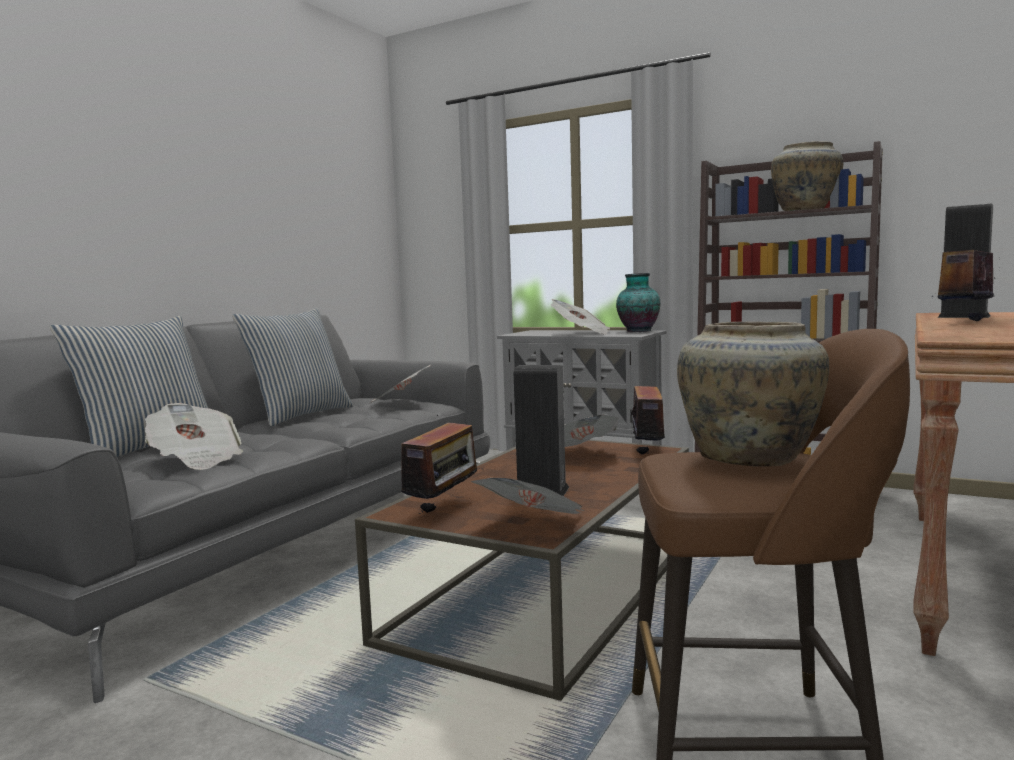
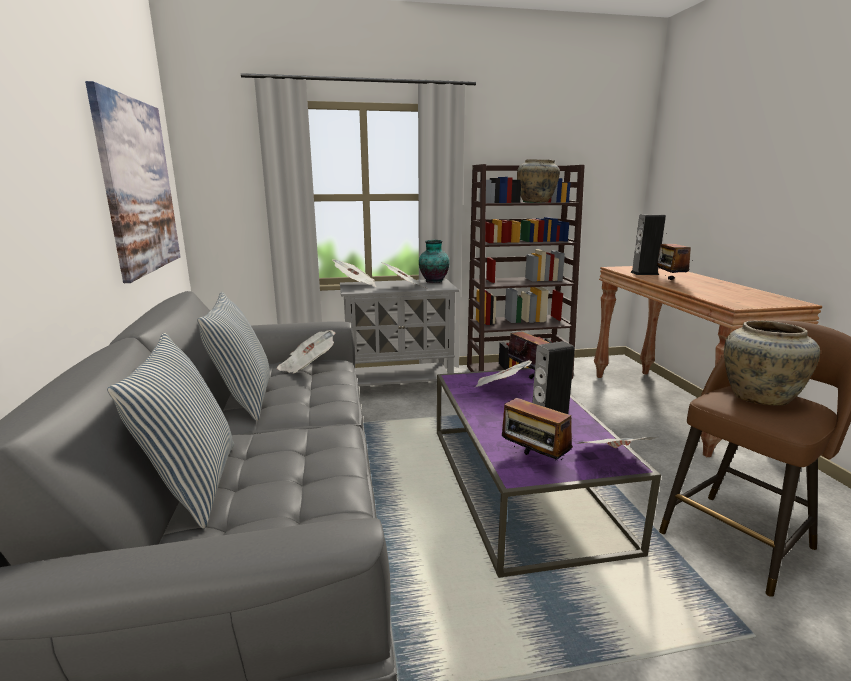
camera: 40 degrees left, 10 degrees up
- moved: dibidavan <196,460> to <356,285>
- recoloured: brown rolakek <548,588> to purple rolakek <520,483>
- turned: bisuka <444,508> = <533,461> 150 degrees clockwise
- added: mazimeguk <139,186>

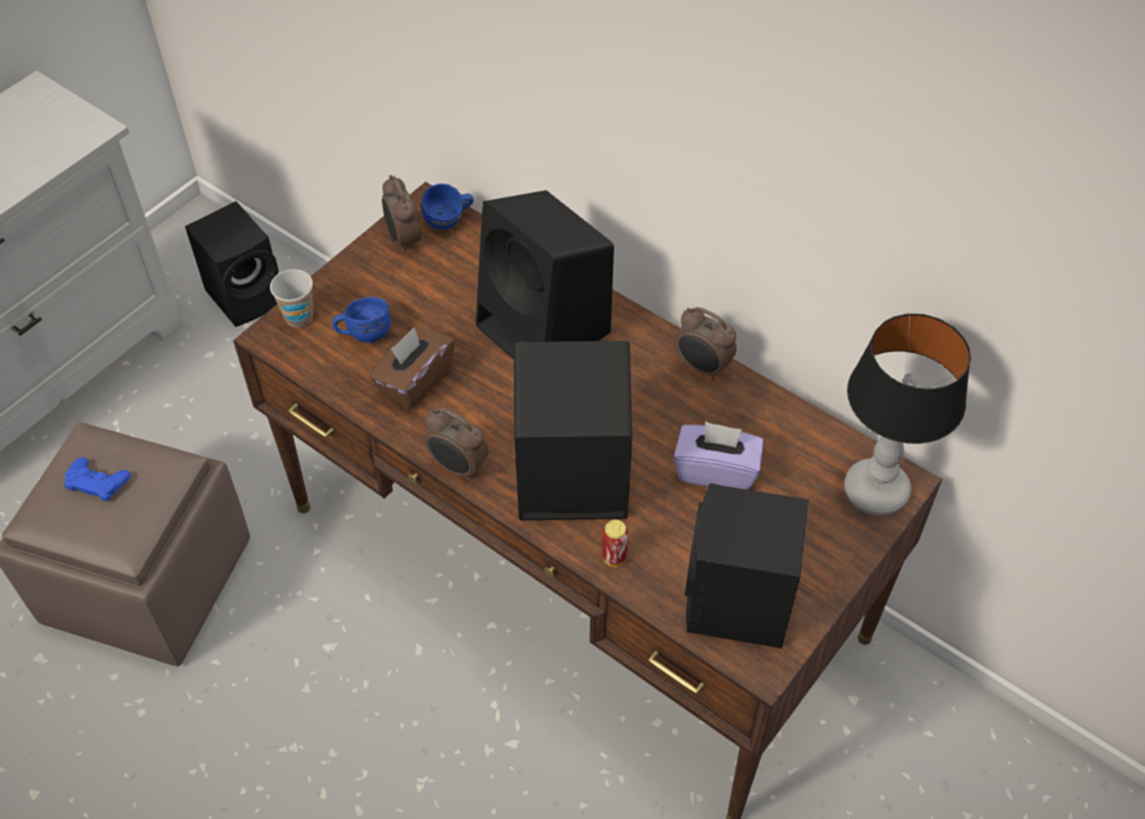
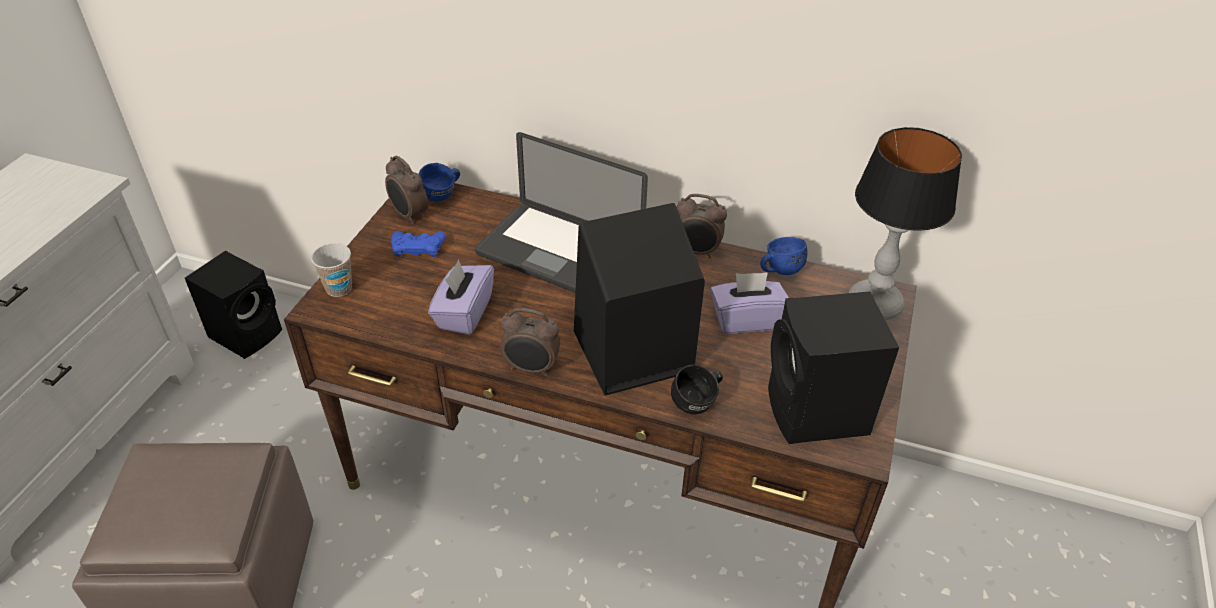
camera: 20 degrees left, 10 degrees down
- moved: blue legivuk <97,482> to <418,247>
- moved: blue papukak <364,332> to <778,269>
- recoloured: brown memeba <414,381> to purple memeba <464,313>
- replaced: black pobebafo <546,330> to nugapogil <559,253>
- replaced: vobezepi <614,557> to black papukak <698,403>

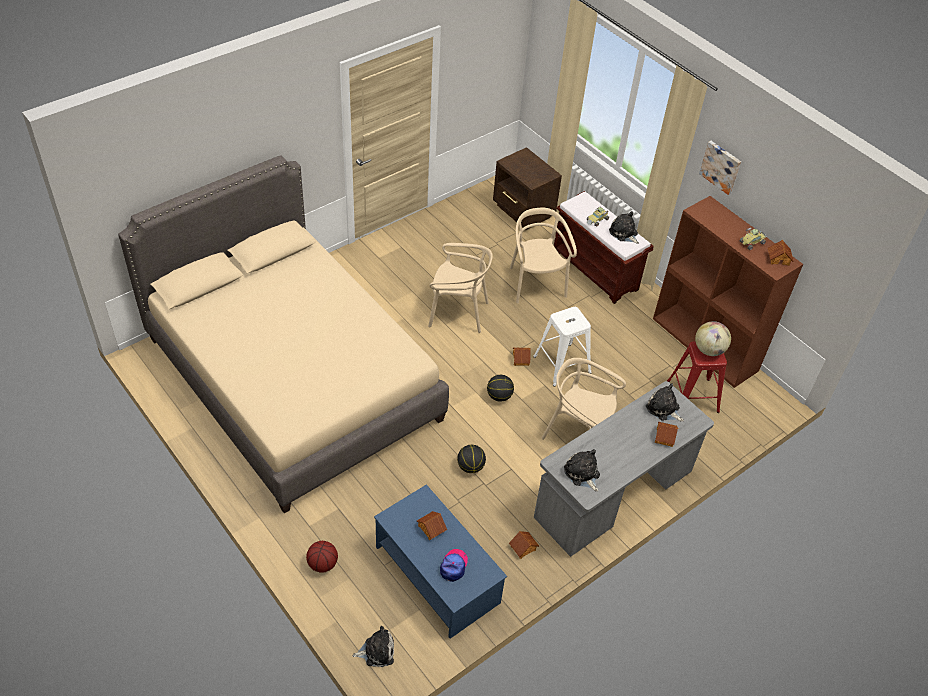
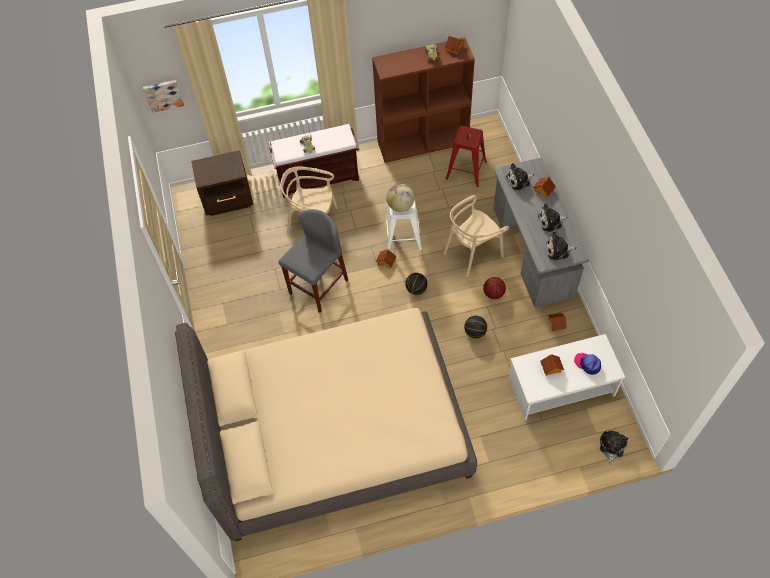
camera: 60 degrees left, 10 degrees up
- moved: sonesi <323,564> to <493,293>
- recoloured: blue rolakek <437,575> to white rolakek <561,386>
- replaced: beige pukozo <458,312> to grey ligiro <318,287>
- moved: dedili <624,233> to <551,221>
- moved: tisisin <709,350> to <400,206>
- moved: mazimeguk <721,166> to <163,95>

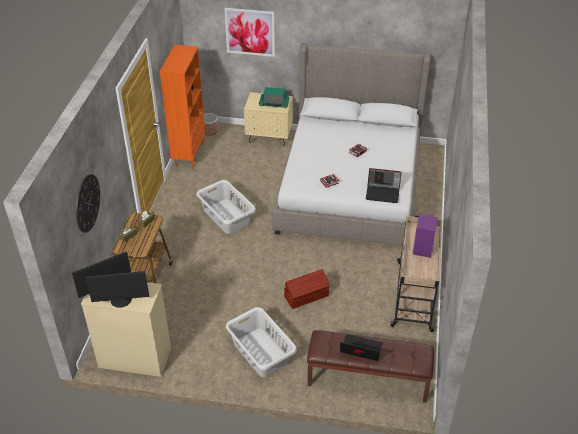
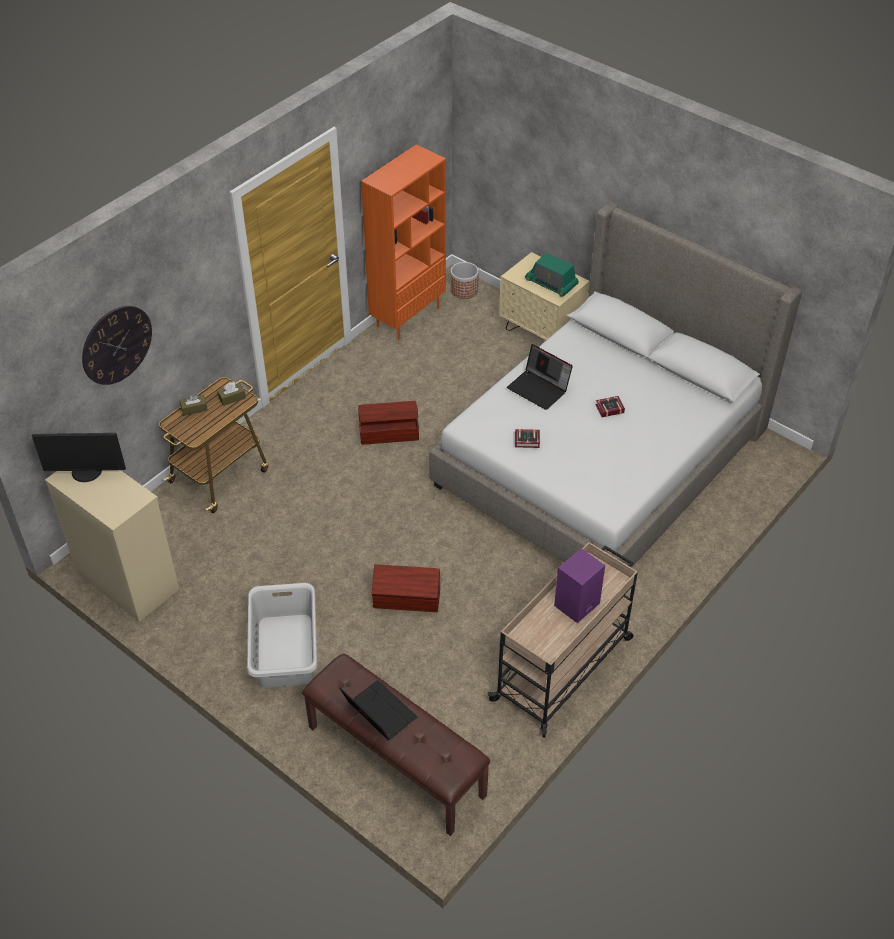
camera: 30 degrees right, 5 degrees up
- removed: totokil <121,300>
- replaced: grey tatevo <226,217> to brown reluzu <388,432>
- removed: mazimeguk <250,32>
- moved: nugapogil <383,193> to <539,389>

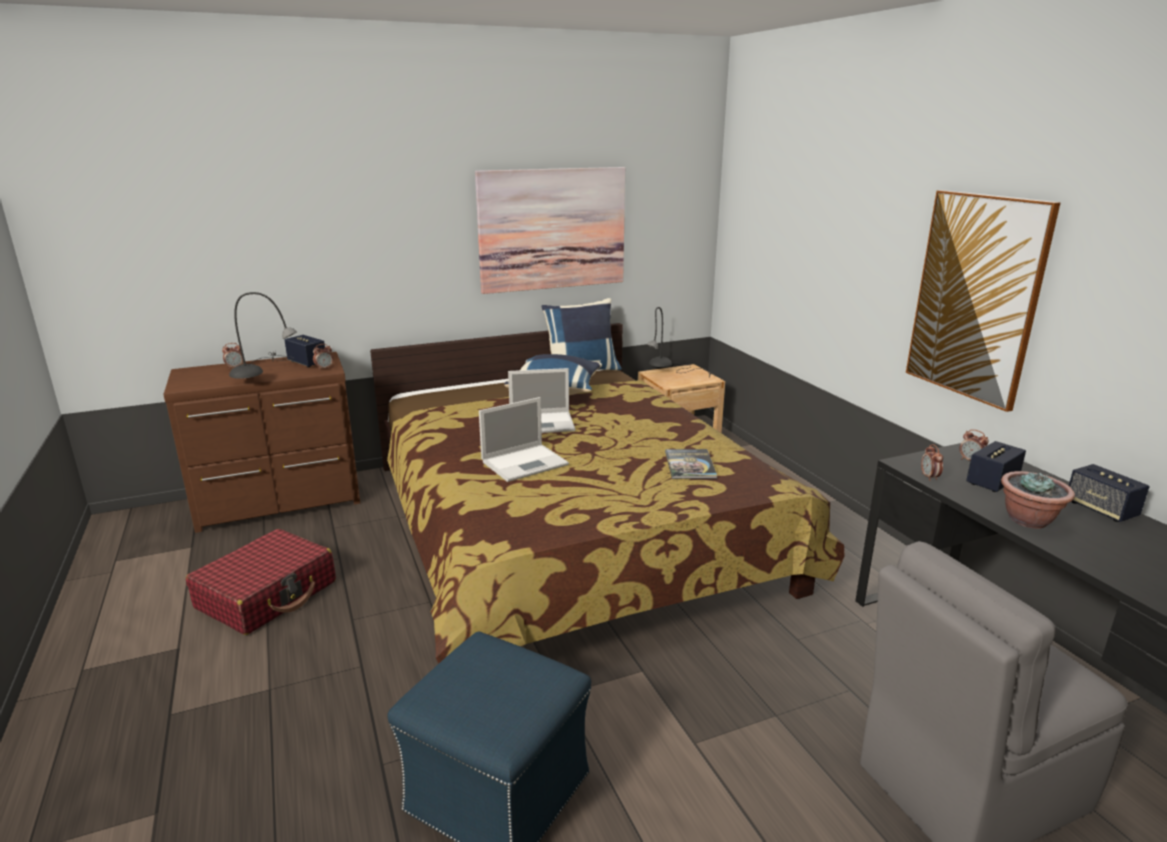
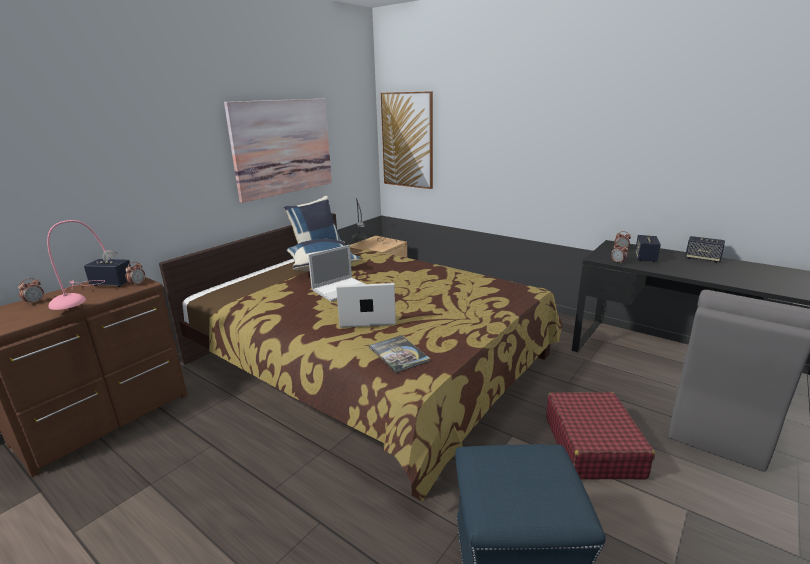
camera: 30 degrees left, 0 degrees up
- moved: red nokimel <267,595> to <592,446>
- recoloured: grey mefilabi <264,377> to pink mefilabi <83,304>
- turned: nugapogil <526,462> = <366,317> 120 degrees counterclockwise
- moved: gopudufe <690,465> to <398,354>
- moved: mazimeguk <976,297> to <407,140>
- removed: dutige <1028,520>

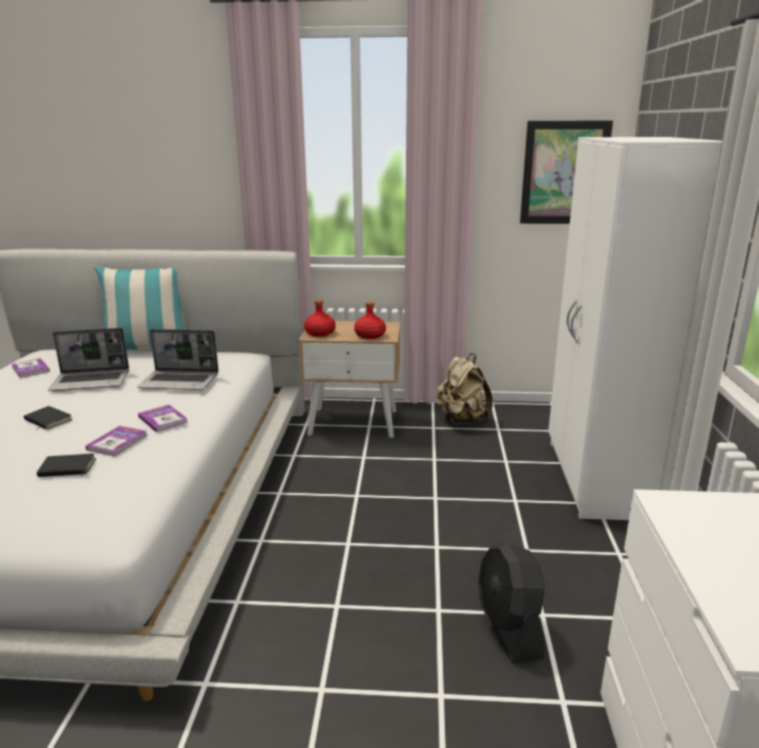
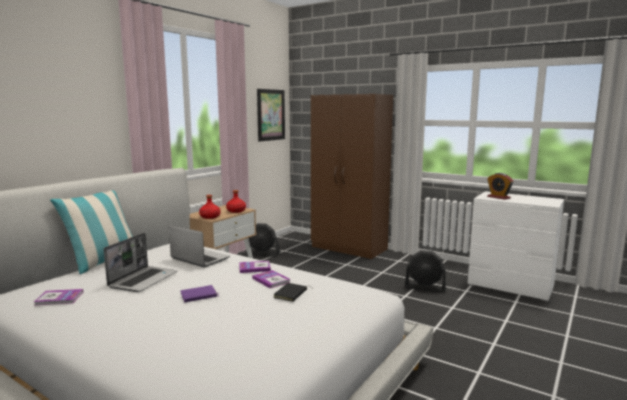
camera: 60 degrees left, 10 degrees down
- recoloured: black gopudufe <46,421> to purple gopudufe <199,296>
- turned: nugapogil <180,382> = <199,258> 90 degrees counterclockwise
- replaced: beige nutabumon <461,420> to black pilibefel <263,254>
- recoloured: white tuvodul <600,479> to brown tuvodul <349,248>
- added: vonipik <498,197>

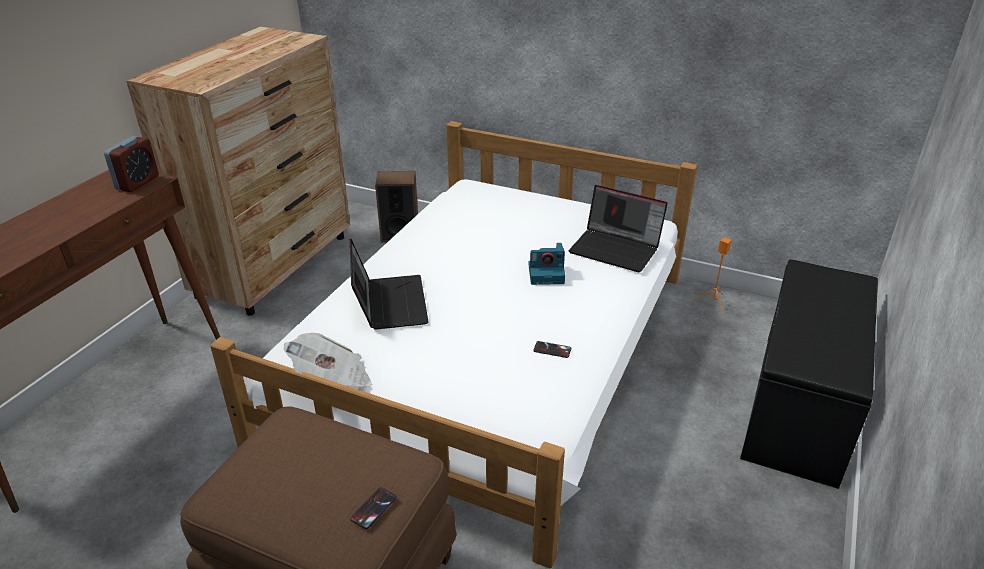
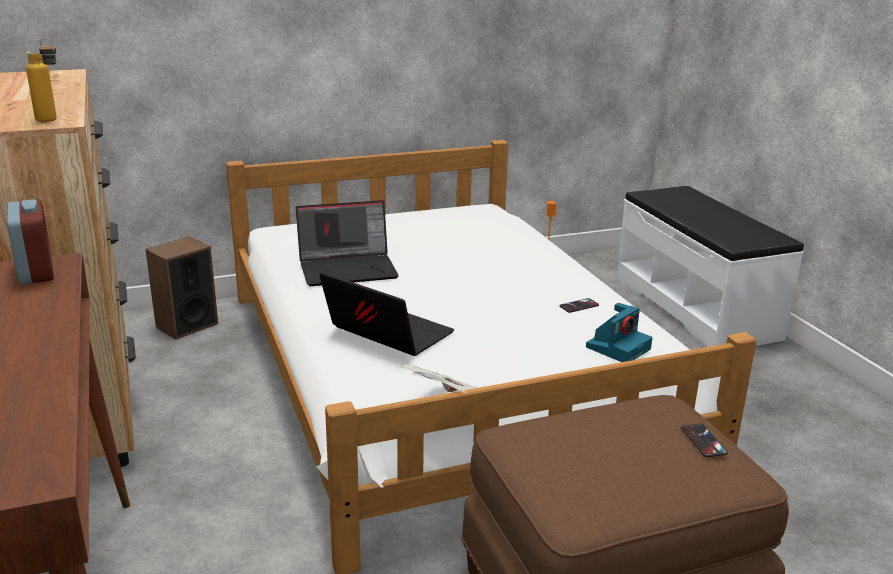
camera: 45 degrees left, 10 degrees down
- moved: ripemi <547,273> to <618,347>
- moved: nugapogil <616,249> to <349,268>
- recoloured: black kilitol <800,406> to white kilitol <695,307>
- added: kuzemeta <52,121>

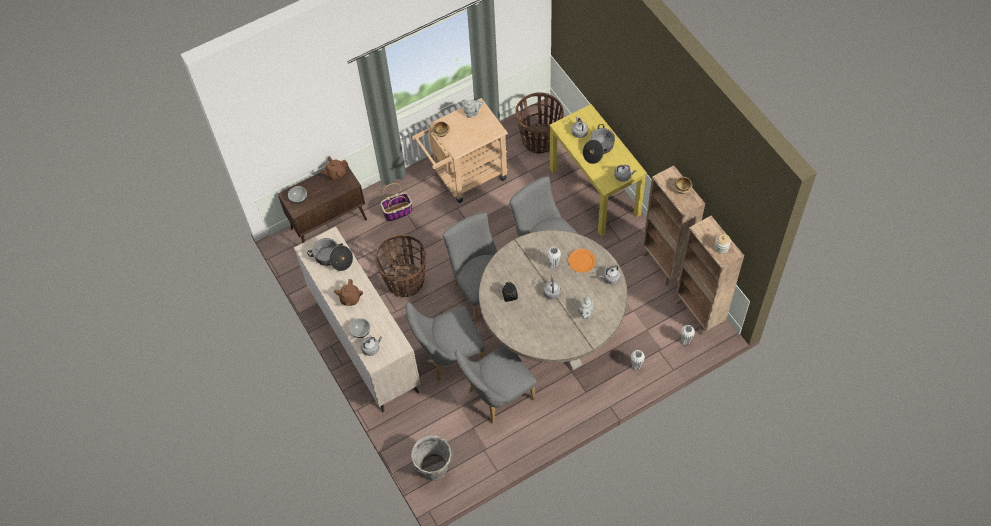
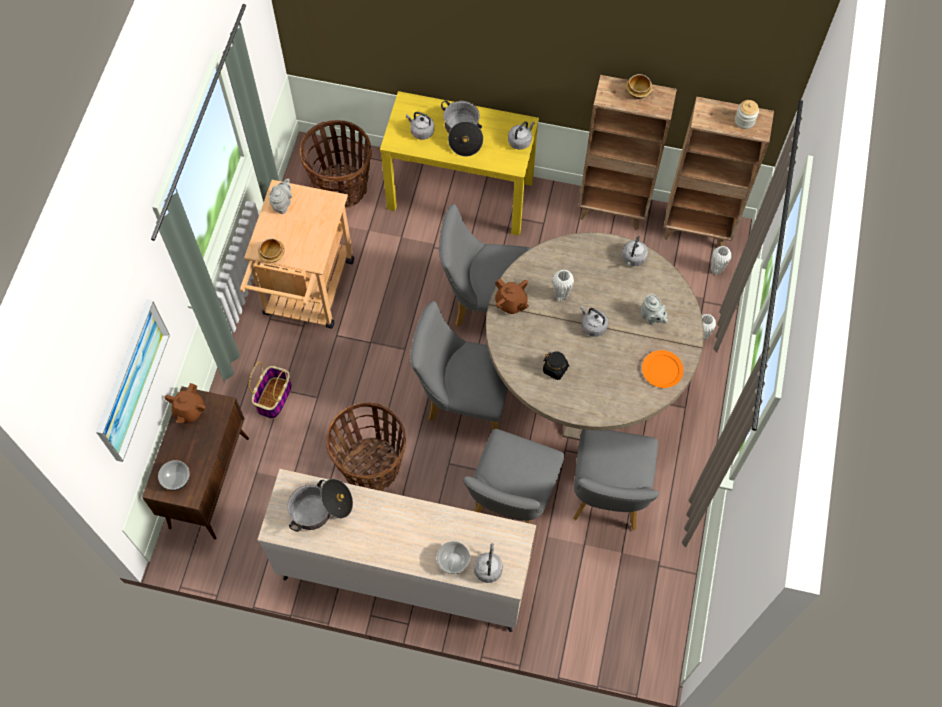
camera: 50 degrees left, 5 degrees up
- moved: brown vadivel <350,298> to <511,303>
- removed: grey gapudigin <434,469>
- moved: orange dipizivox <581,261> to <661,369>
- added: mazimeguk <131,380>

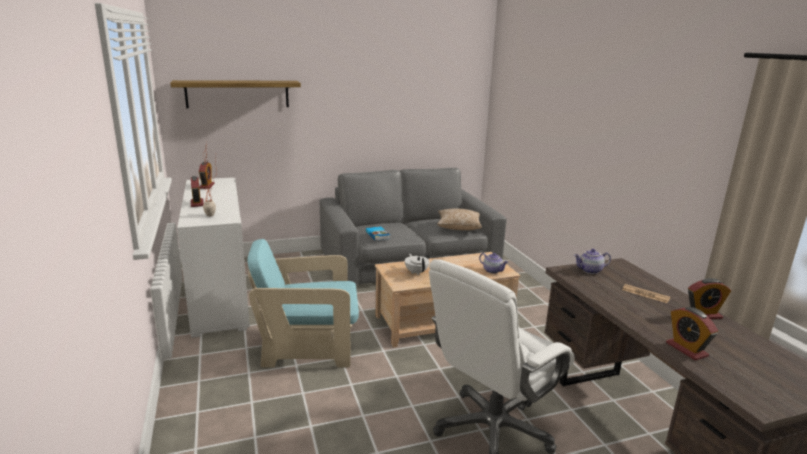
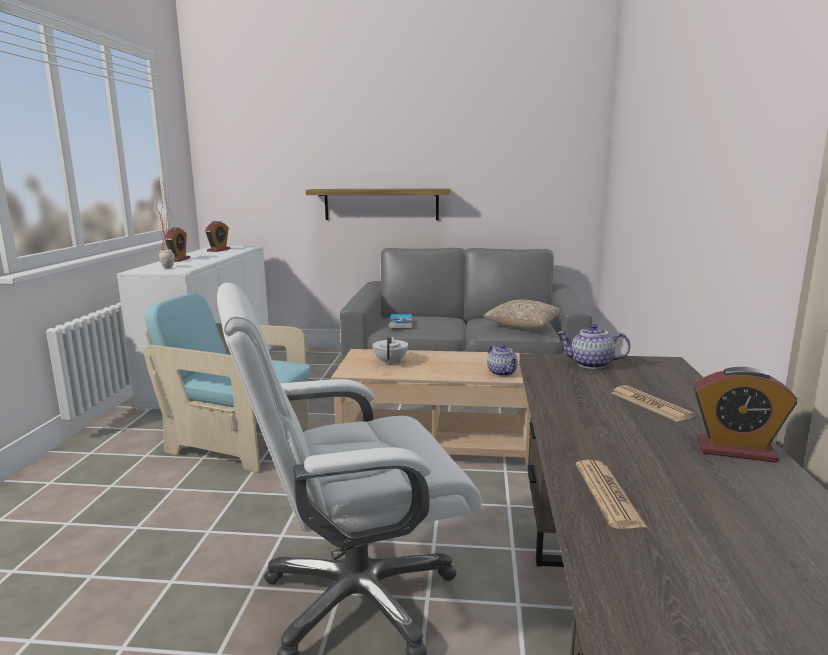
camera: 25 degrees right, 5 degrees down
- moved: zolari <237,94> to <381,204>
- replaced: vonipik <686,349> to dibidavan <608,494>

